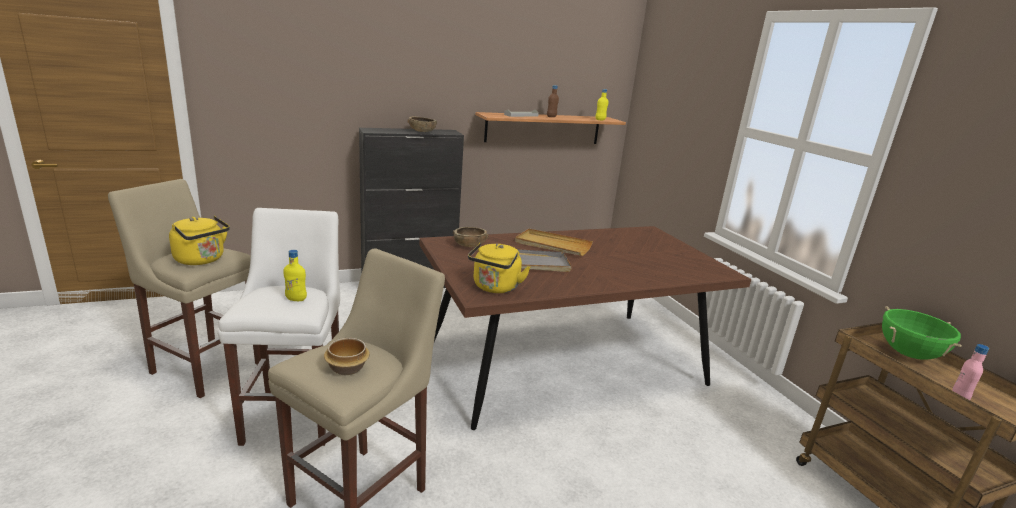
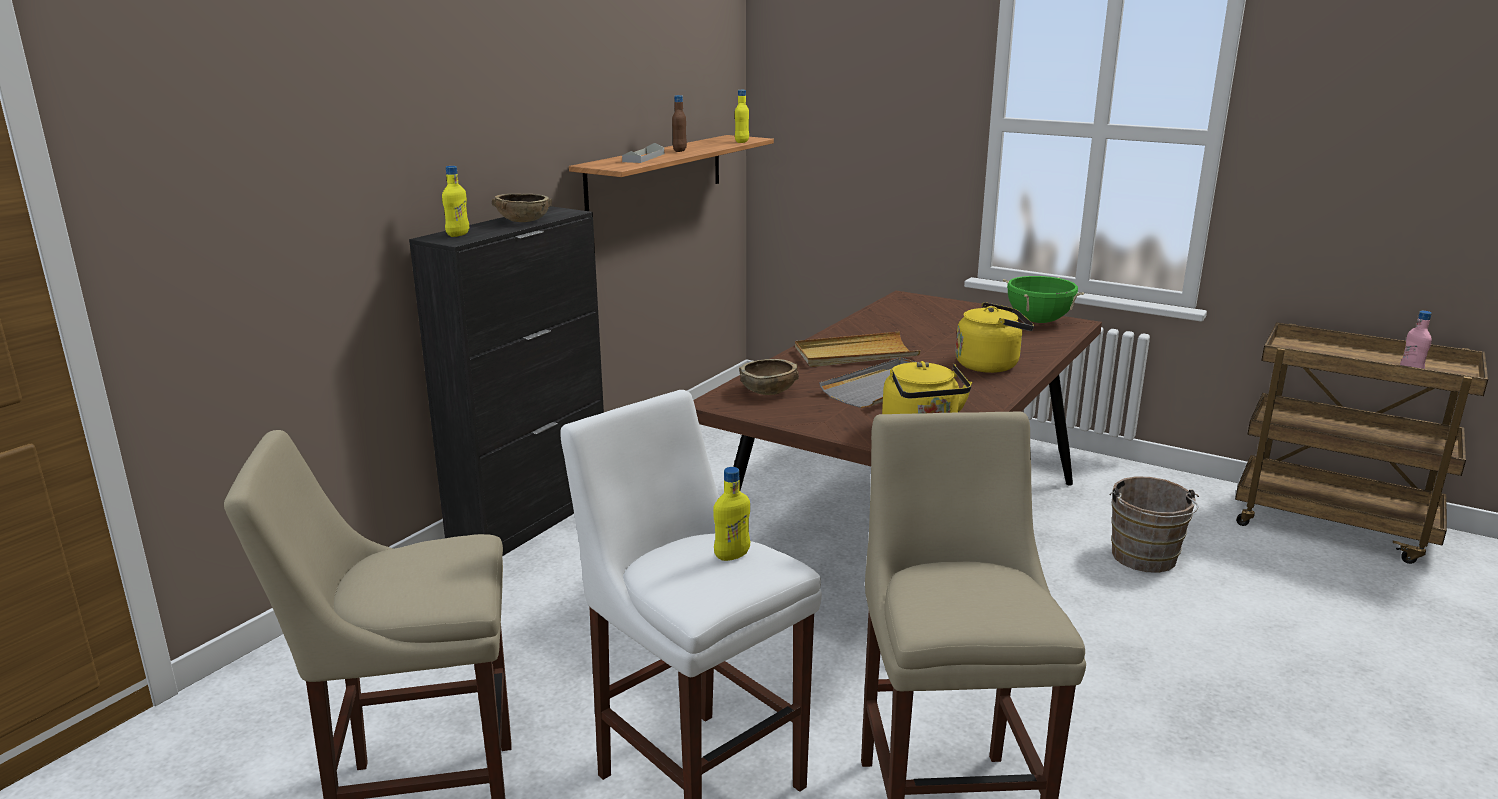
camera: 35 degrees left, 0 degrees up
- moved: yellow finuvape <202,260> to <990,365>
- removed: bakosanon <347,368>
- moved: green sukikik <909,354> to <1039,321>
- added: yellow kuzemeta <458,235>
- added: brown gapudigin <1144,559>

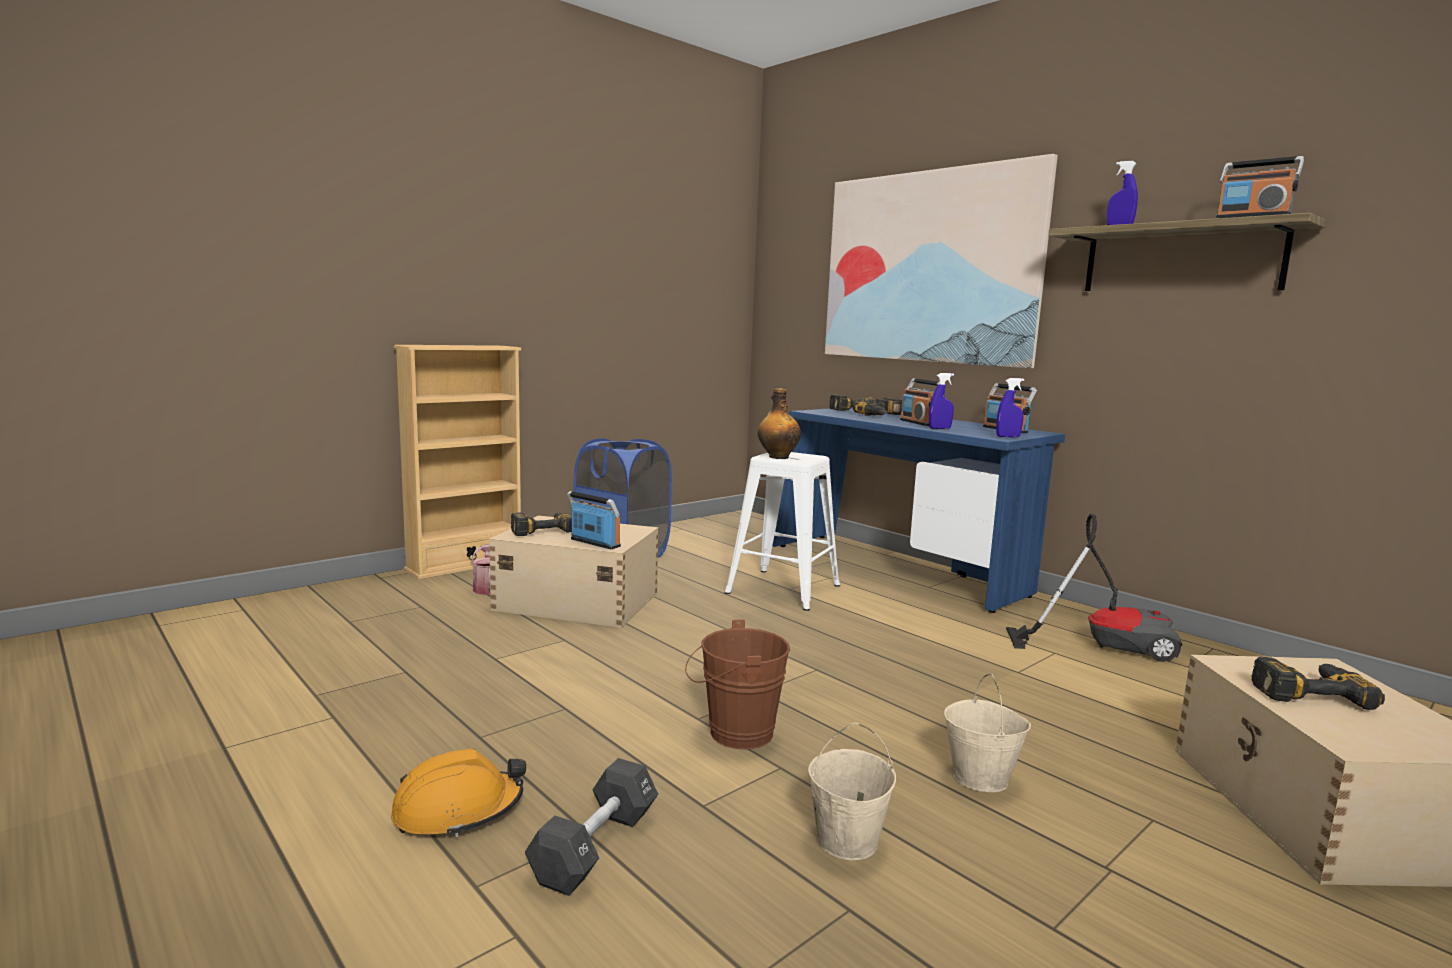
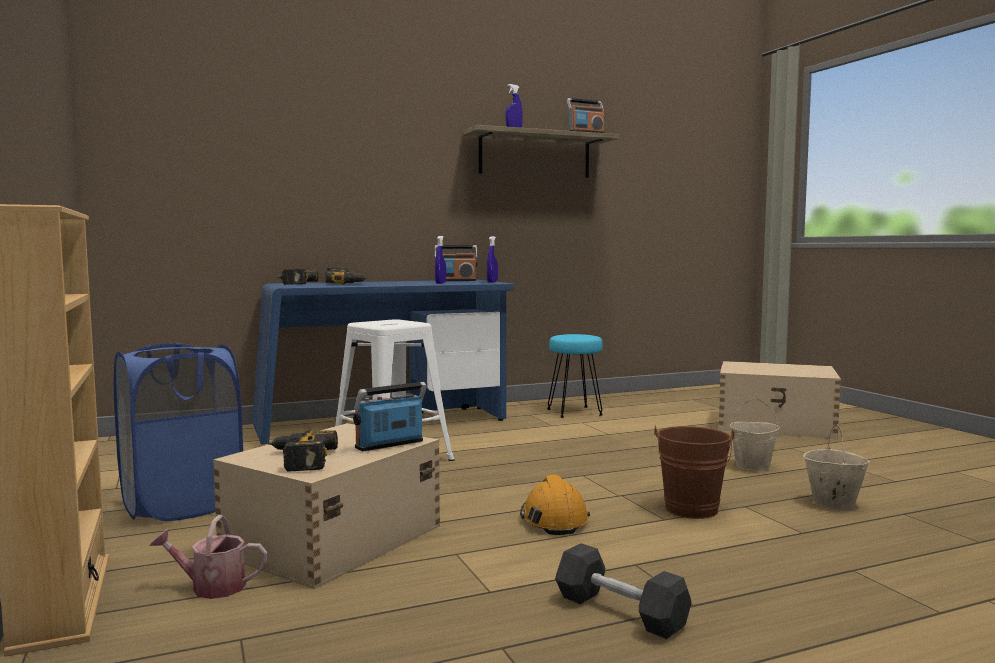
camera: 70 degrees left, 5 degrees down
- moved: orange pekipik <458,811> to <554,519>
- moved: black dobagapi <595,847> to <620,612>
- removed: kuzemeta <778,457>
- removed: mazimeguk <928,267>
- removed: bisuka <918,423>
- replaced: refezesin <1103,645> to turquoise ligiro <575,412>
- removed: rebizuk <1305,691>

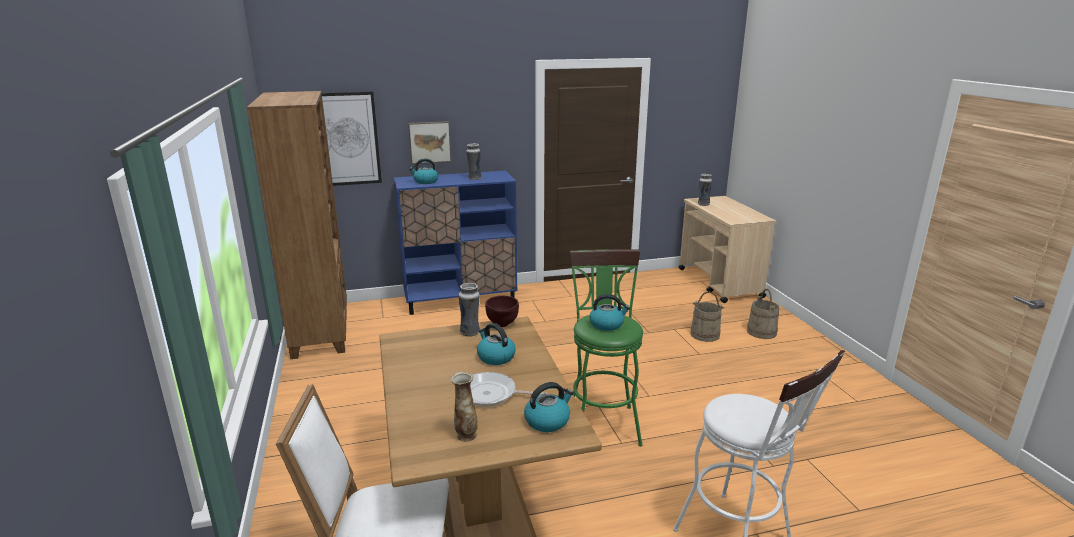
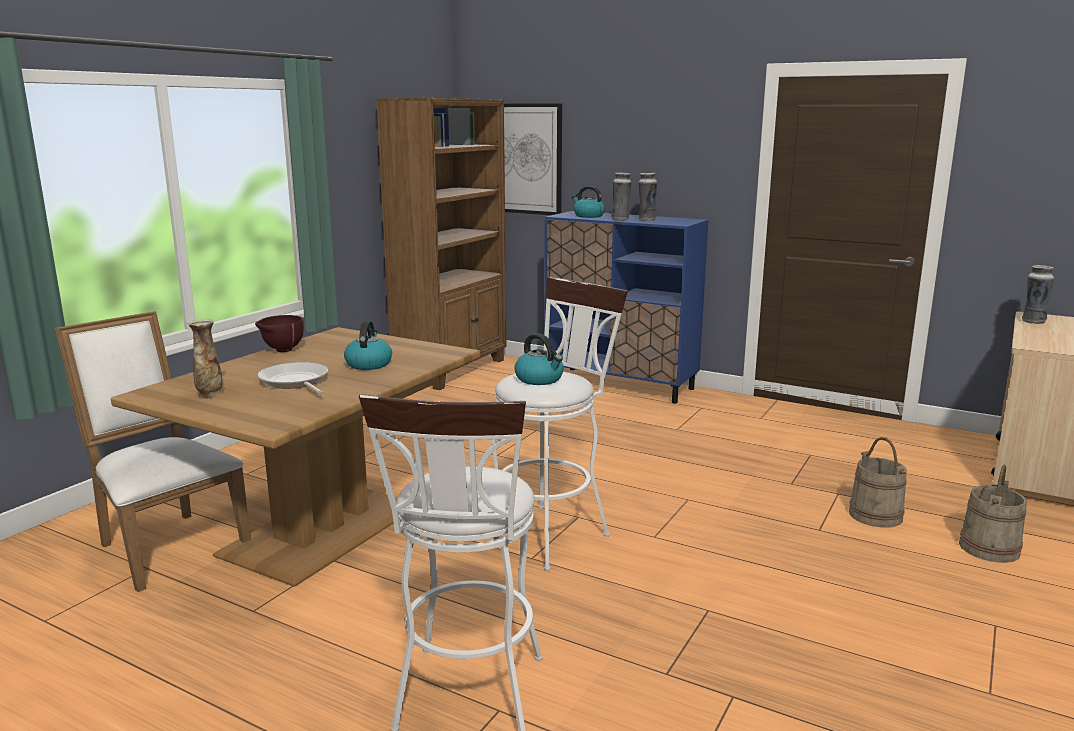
camera: 45 degrees right, 5 degrees down
- removed: mazimeguk <429,142>
- moved: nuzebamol <470,332> to <620,219>
- moved: brown bakosanon <502,325> to <281,351>
- removed: finuvape <547,421>
- recoloured: green ligiro <602,421> to white ligiro <551,532>

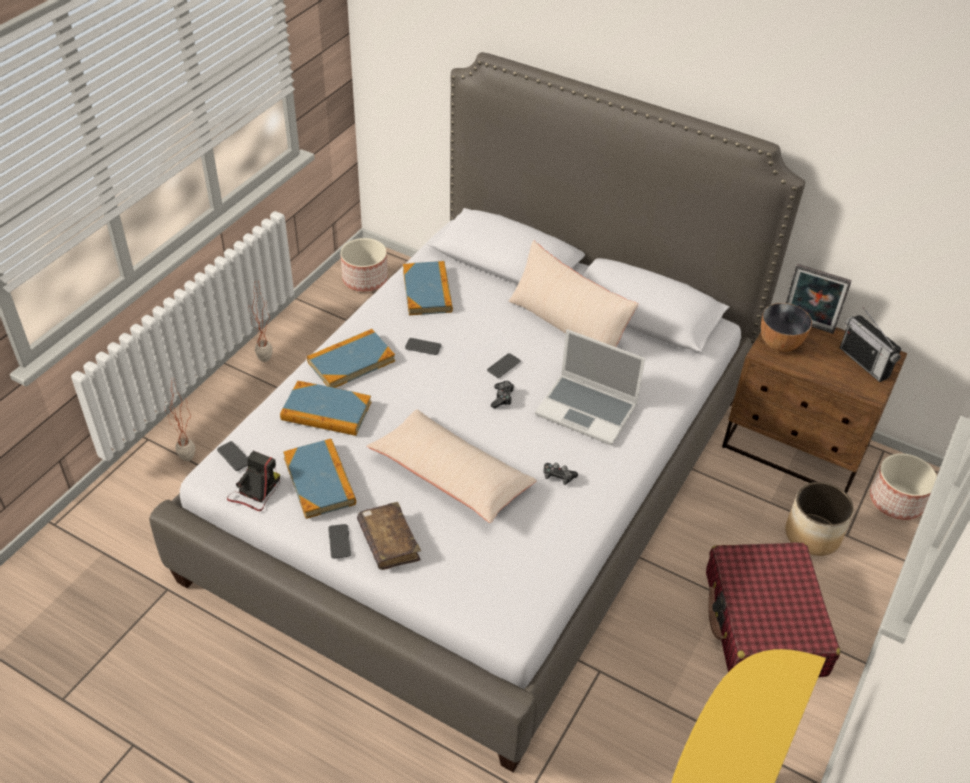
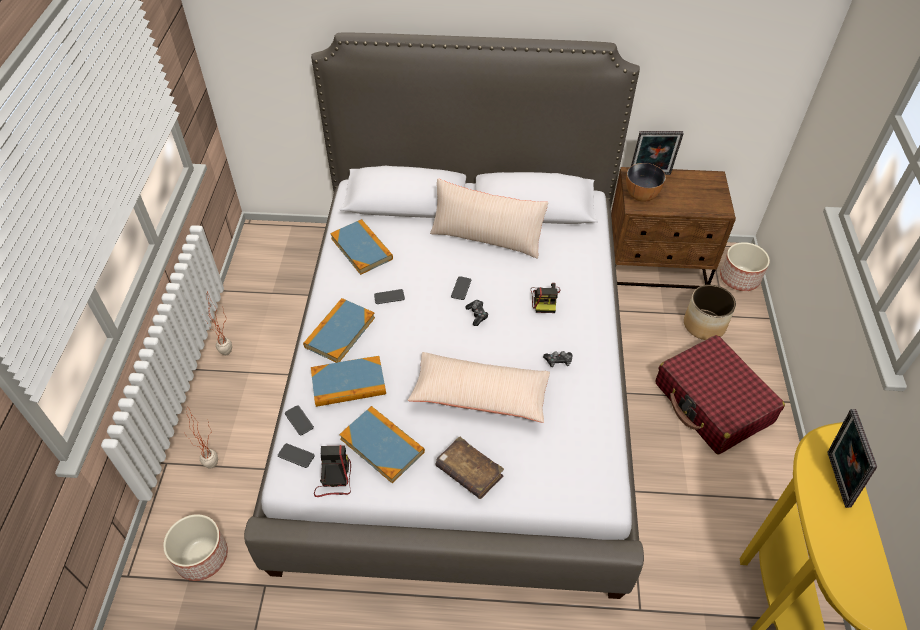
camera: 25 degrees left, 5 degrees up
- moved: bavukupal <339,541> to <299,420>
- moved: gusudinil <365,279> to <202,556>
- replaced: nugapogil <588,410> to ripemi <545,299>
- removed: bisuka <864,362>
- added: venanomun <834,479>

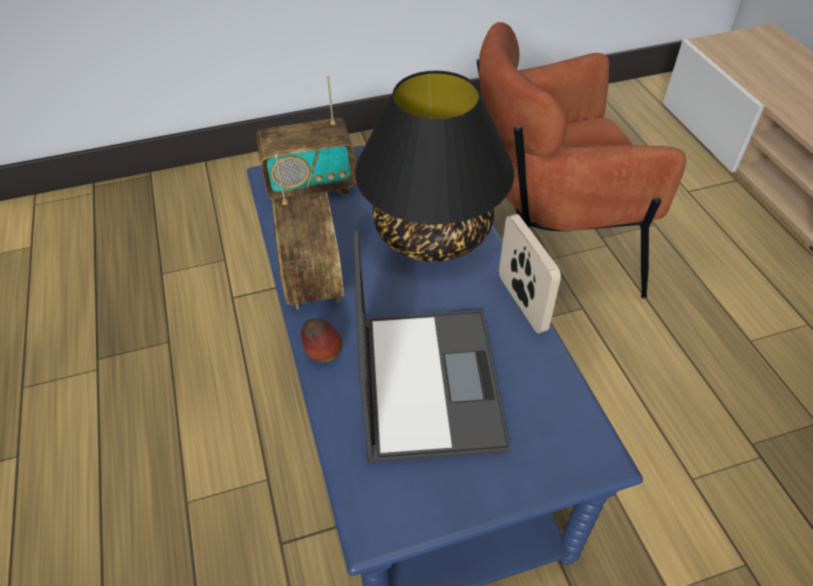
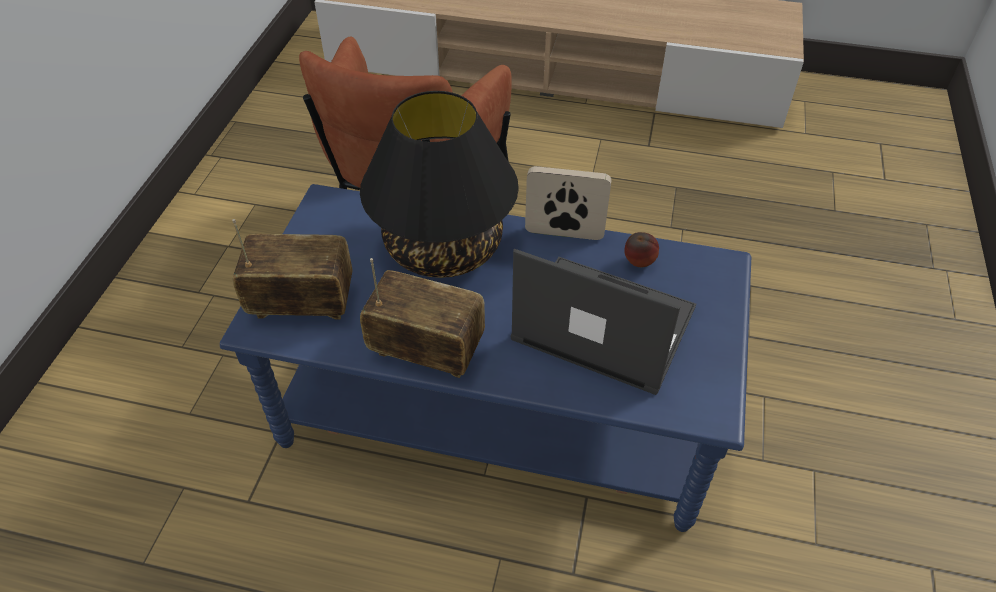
camera: 60 degrees left, 0 degrees up
- turned: bisuka <310,187> = <302,303> 105 degrees counterclockwise
- moved: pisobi <322,354> to <638,263>

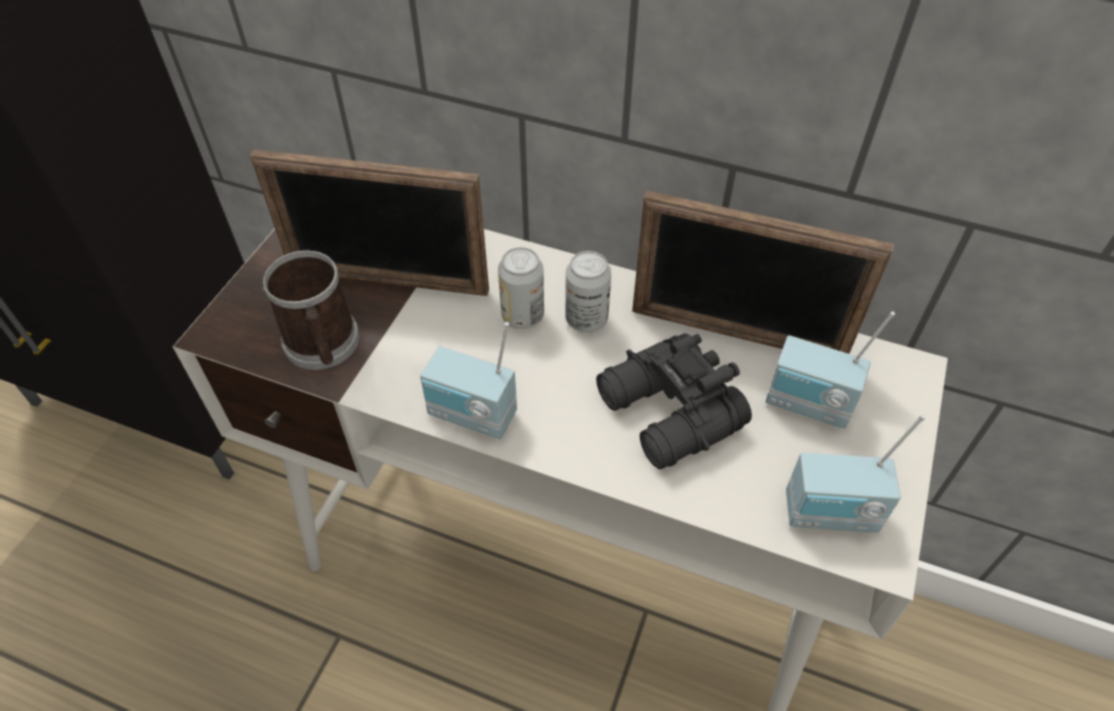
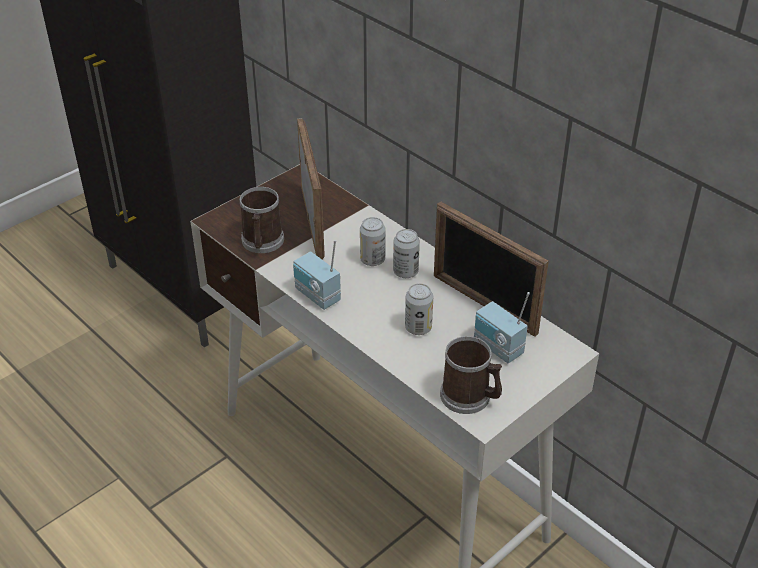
camera: 25 degrees right, 10 degrees down
- turned: venanomun <388,281> = <312,222> 135 degrees counterclockwise
- replaced: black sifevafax <668,415> to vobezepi <418,328>
- replaced: bisuka <831,516> to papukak <470,397>

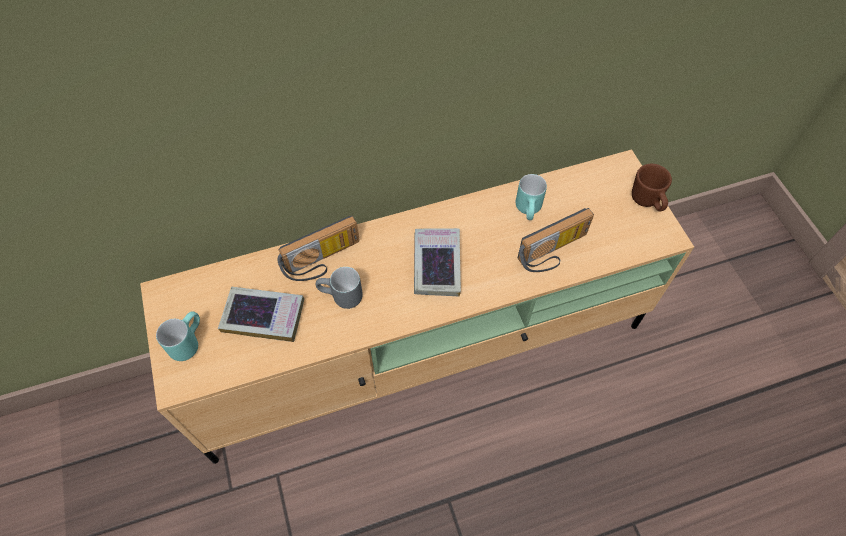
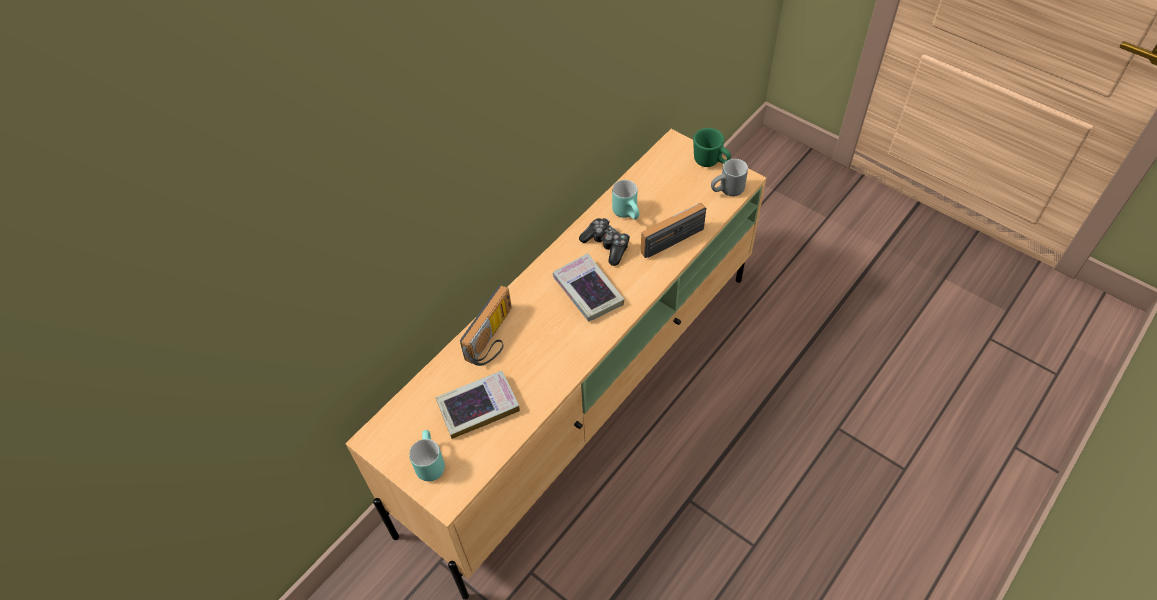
camera: 30 degrees left, 5 degrees down
- moved: grey papukak <341,298> to <727,192>
- turned: bisuka <554,253> = <670,235> 150 degrees counterclockwise
- recoloured: brown papukak <647,202> to green papukak <710,162>
- added: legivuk <606,245>

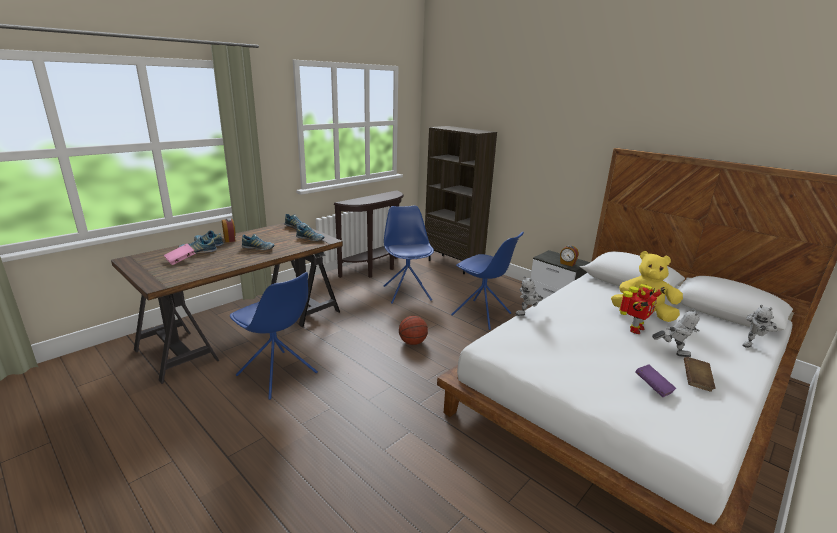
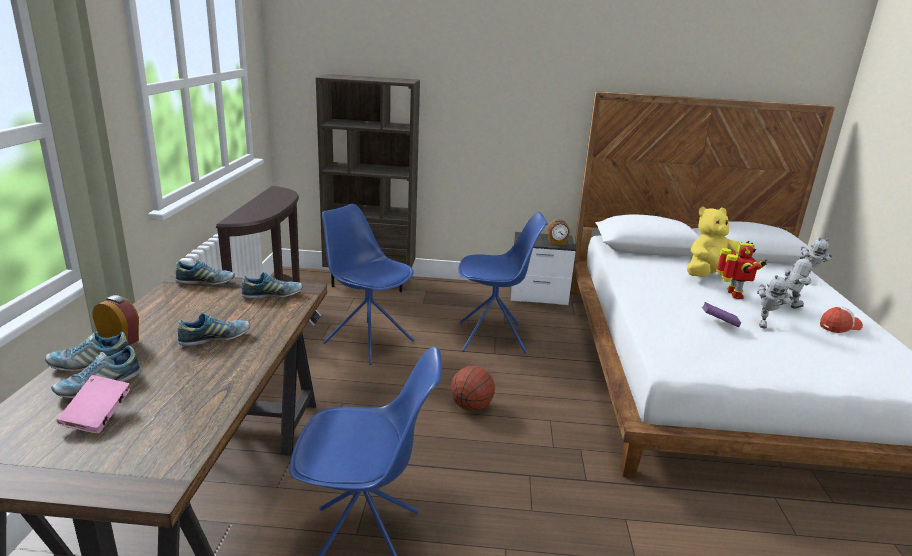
camera: 40 degrees left, 0 degrees up
- moved: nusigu <527,314> to <764,323>
- moved: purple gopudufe <653,388> to <719,323>
- replaced: brown gopudufe <696,381> to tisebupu <839,326>

